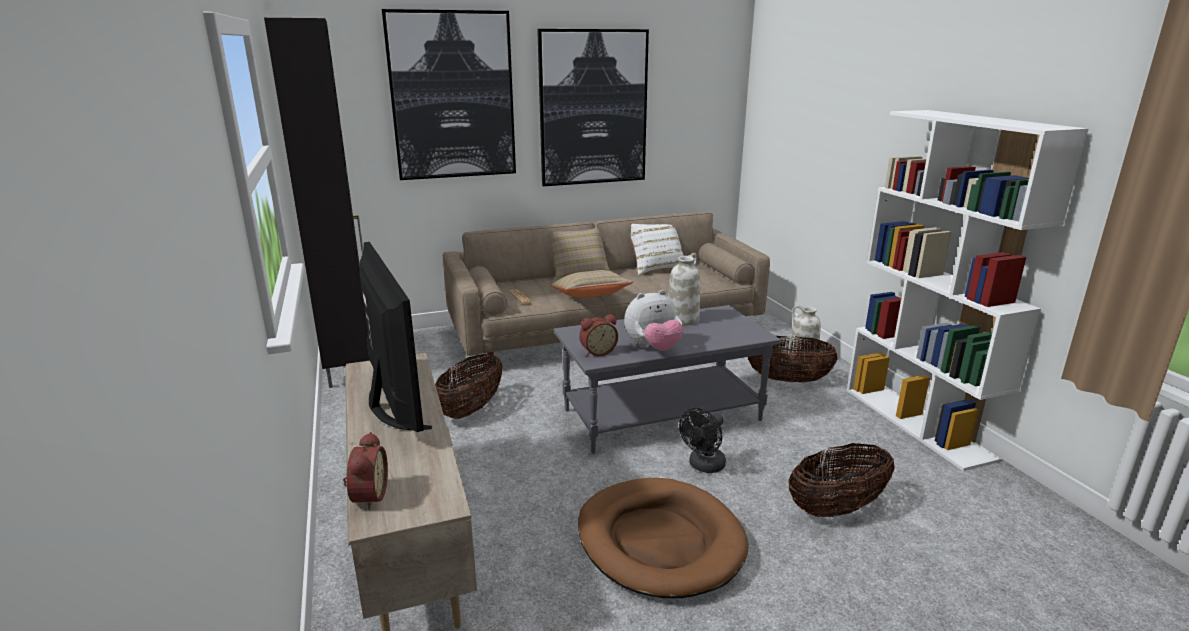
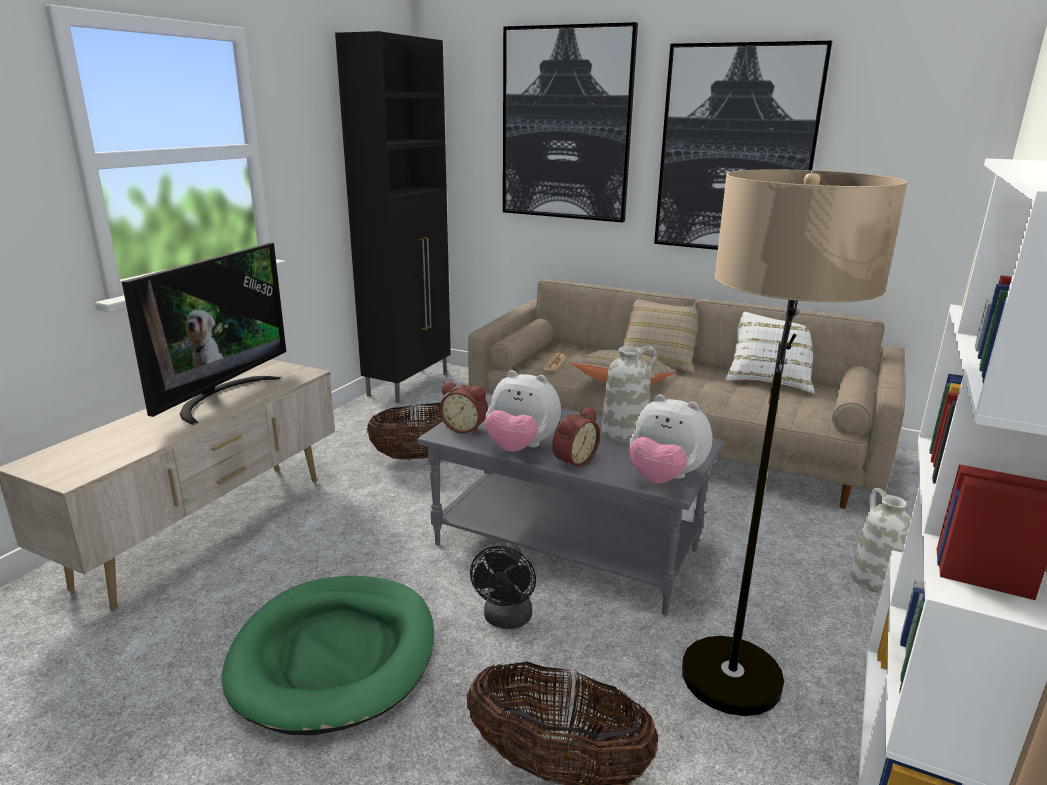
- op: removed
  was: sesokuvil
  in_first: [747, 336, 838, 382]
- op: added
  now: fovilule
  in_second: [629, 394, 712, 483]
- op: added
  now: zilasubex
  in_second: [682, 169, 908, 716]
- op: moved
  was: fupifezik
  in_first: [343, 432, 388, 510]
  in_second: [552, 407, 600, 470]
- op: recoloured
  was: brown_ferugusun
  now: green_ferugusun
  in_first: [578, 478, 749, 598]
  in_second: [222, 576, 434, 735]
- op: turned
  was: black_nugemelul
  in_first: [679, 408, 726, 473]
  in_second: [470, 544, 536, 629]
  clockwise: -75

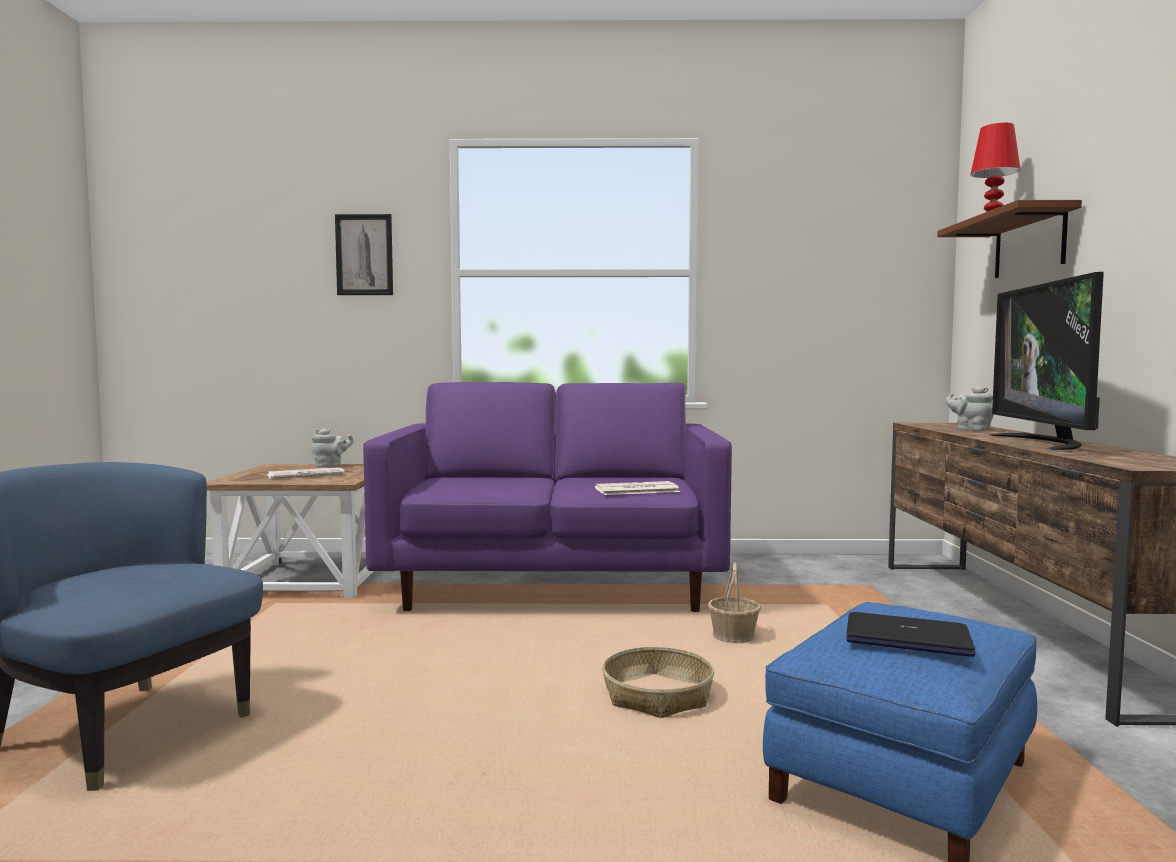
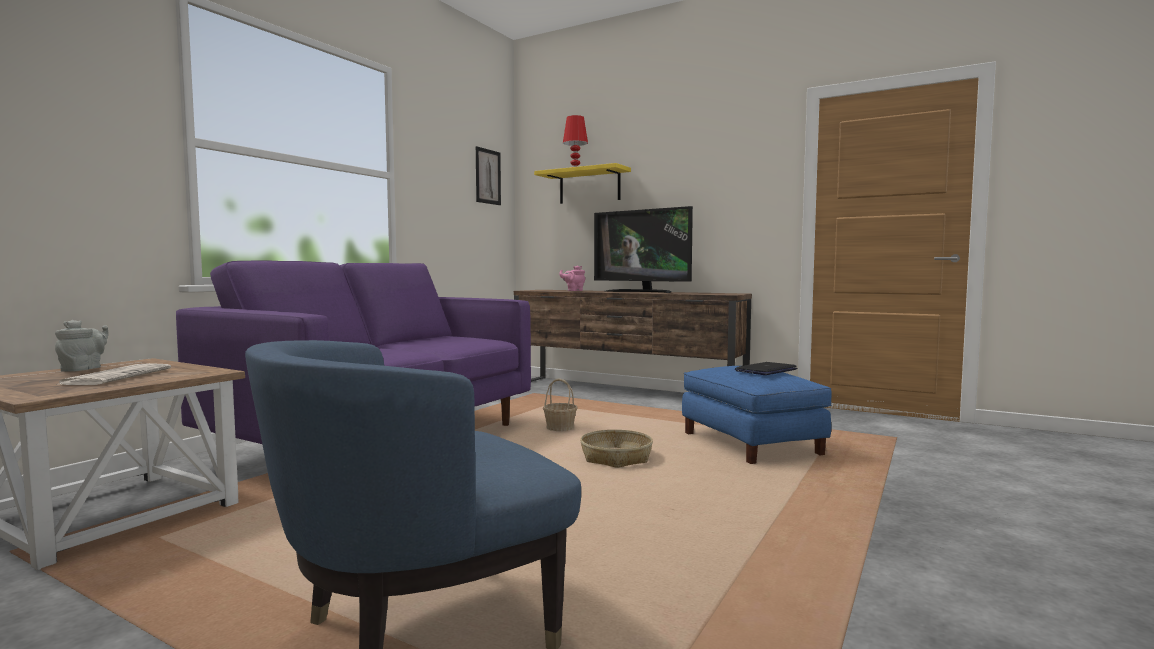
- op: removed
  was: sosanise
  in_first: [595, 481, 680, 495]
- op: moved
  was: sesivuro
  in_first: [335, 214, 393, 295]
  in_second: [476, 146, 501, 205]
- op: recoloured
  was: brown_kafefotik
  now: yellow_kafefotik
  in_first: [937, 200, 1082, 278]
  in_second: [534, 163, 631, 204]
- op: recoloured
  was: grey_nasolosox
  now: pink_nasolosox
  in_first: [945, 386, 994, 431]
  in_second: [559, 265, 585, 291]

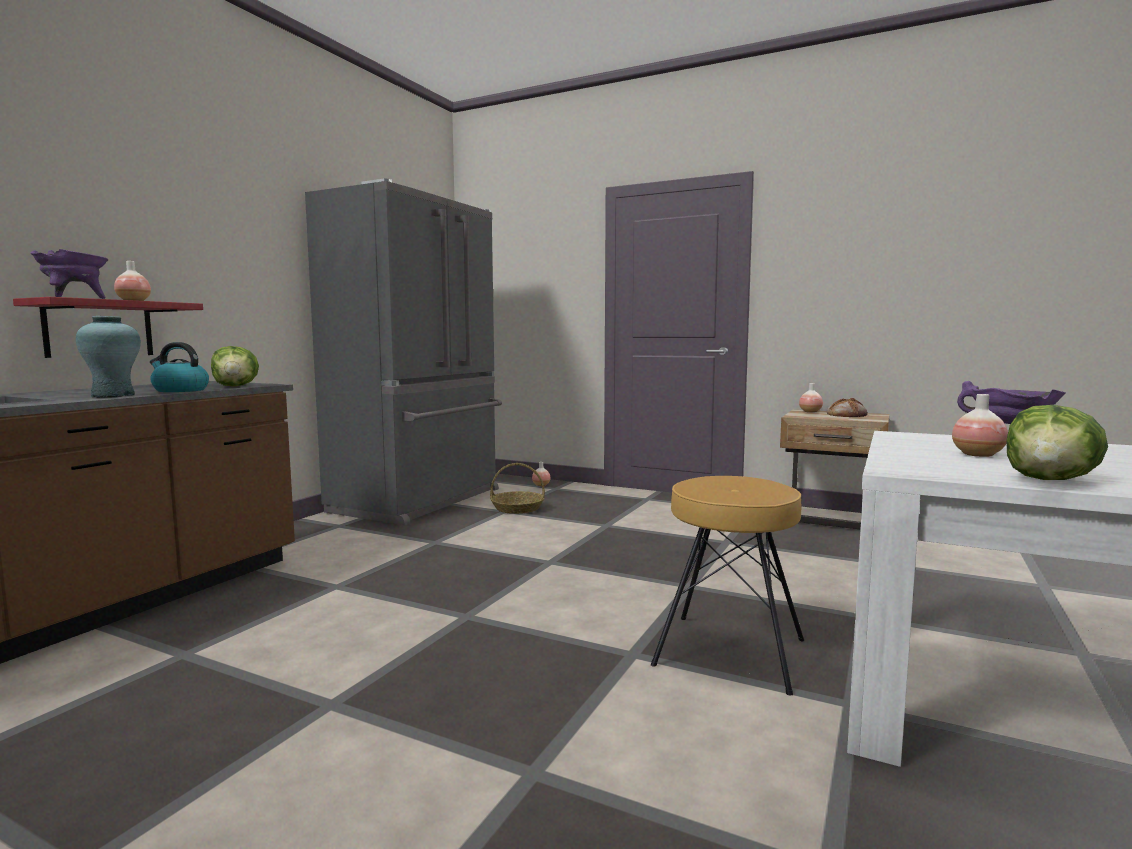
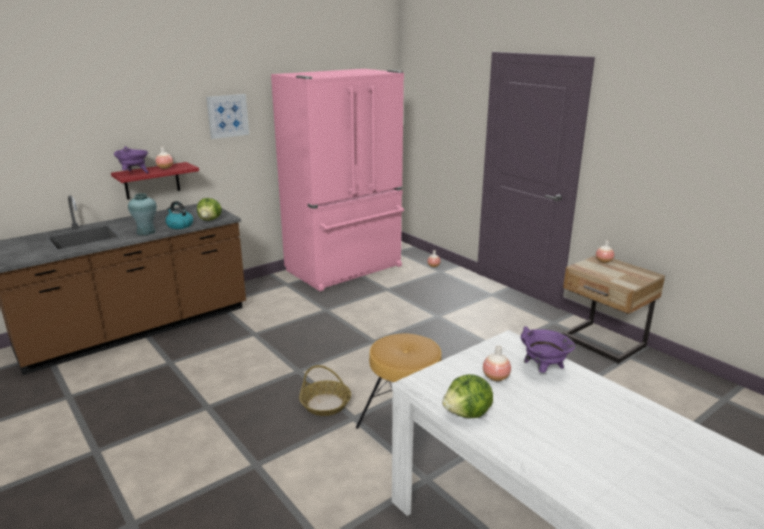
- op: removed
  was: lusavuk
  in_first: [827, 398, 868, 417]
- op: added
  now: sesivuro
  in_second: [206, 94, 249, 139]
- op: moved
  was: sesokuvil
  in_first: [490, 463, 545, 514]
  in_second: [299, 365, 351, 416]
- op: recoloured
  was: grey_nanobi
  now: pink_nanobi
  in_first: [305, 179, 502, 525]
  in_second: [271, 69, 404, 291]

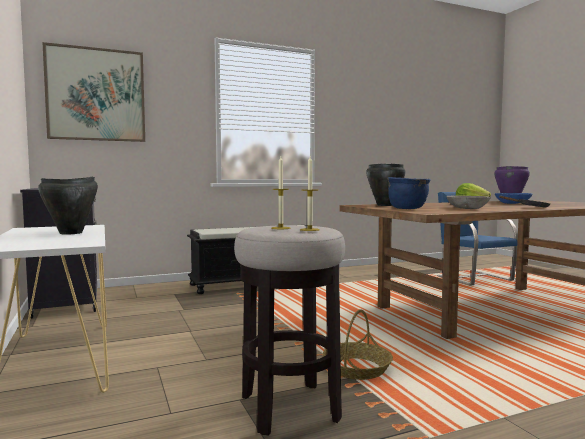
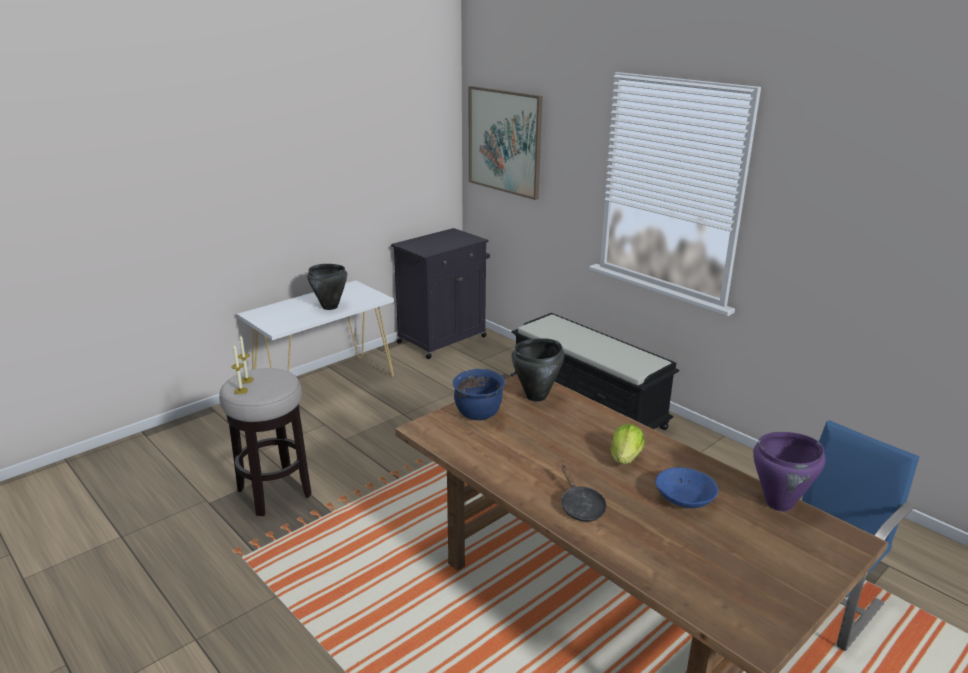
- op: removed
  was: sesokuvil
  in_first: [323, 309, 393, 380]
- op: removed
  was: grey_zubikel
  in_first: [446, 195, 491, 209]

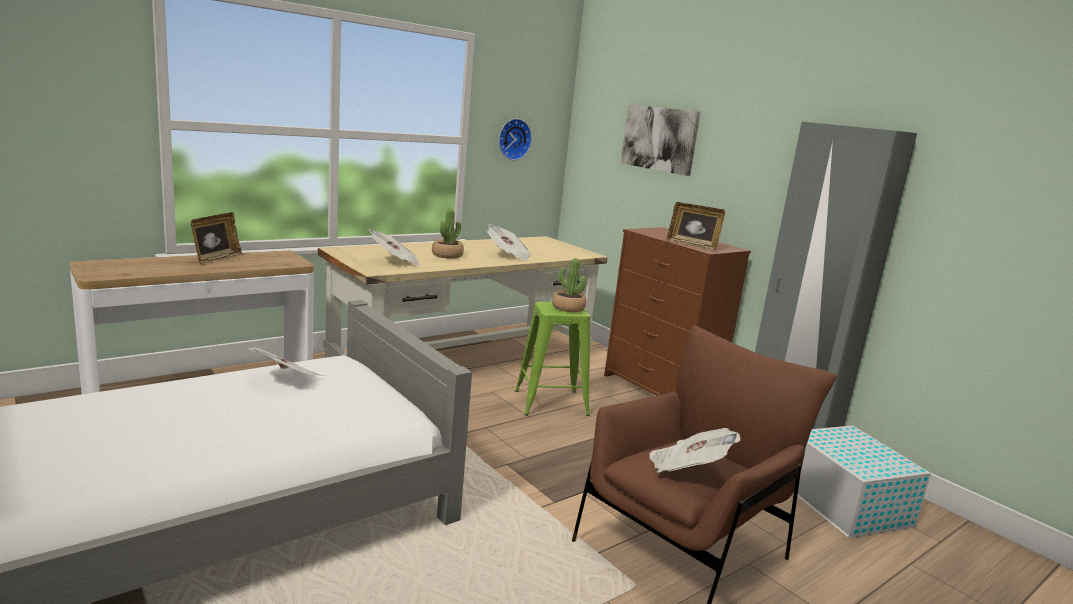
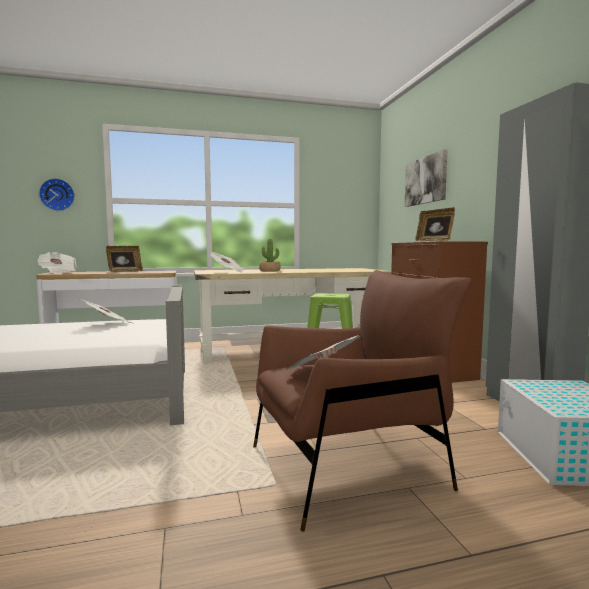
- op: removed
  was: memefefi
  in_first: [552, 258, 586, 312]
- op: moved
  was: sosanise
  in_first: [487, 225, 531, 261]
  in_second: [37, 252, 77, 274]
- op: moved
  was: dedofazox
  in_first: [499, 119, 532, 160]
  in_second: [39, 178, 75, 211]

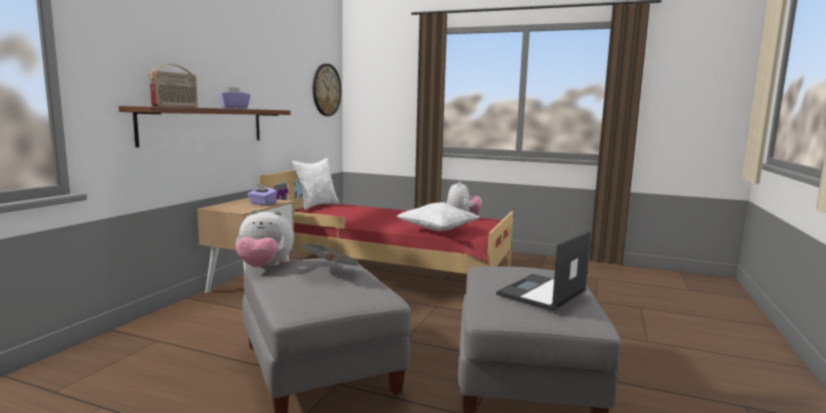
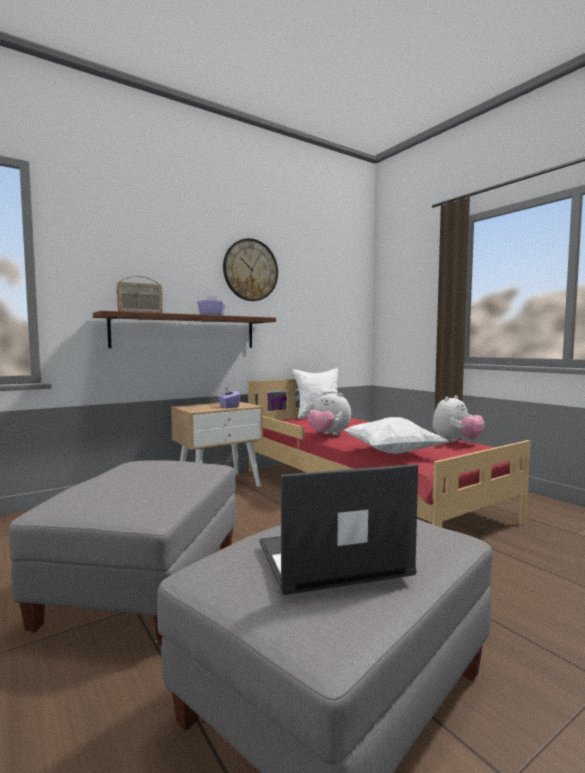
- op: removed
  was: sosanise
  in_first: [298, 244, 360, 266]
- op: moved
  was: fovilule
  in_first: [236, 209, 294, 267]
  in_second: [307, 392, 351, 435]
- op: moved
  was: dedofazox
  in_first: [313, 64, 342, 116]
  in_second: [223, 238, 278, 301]

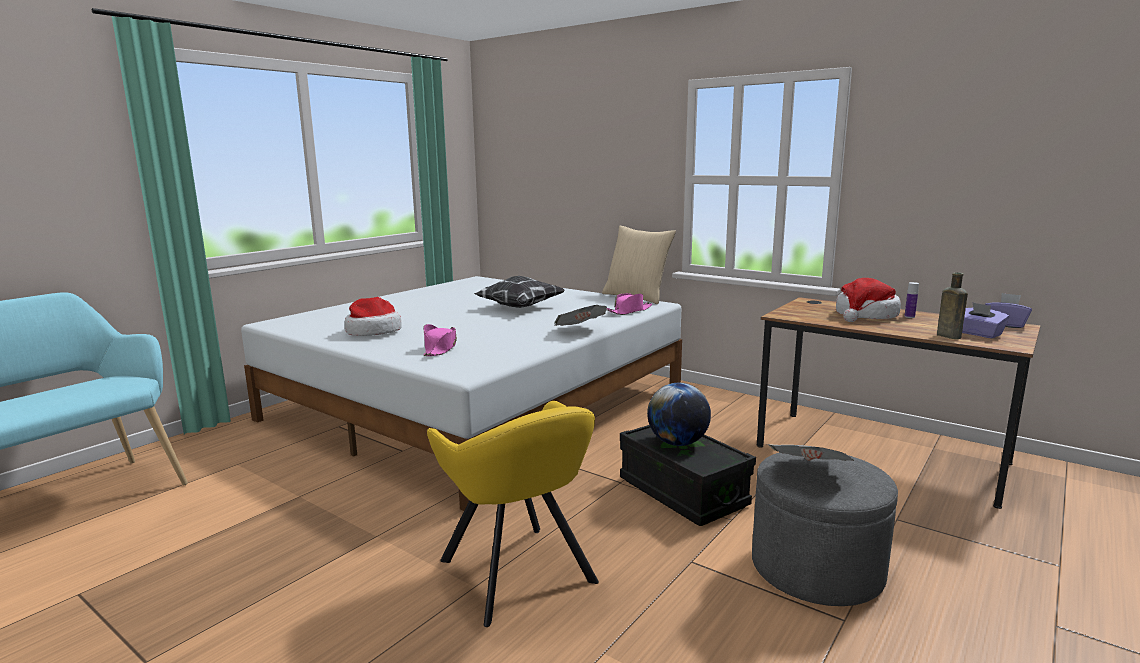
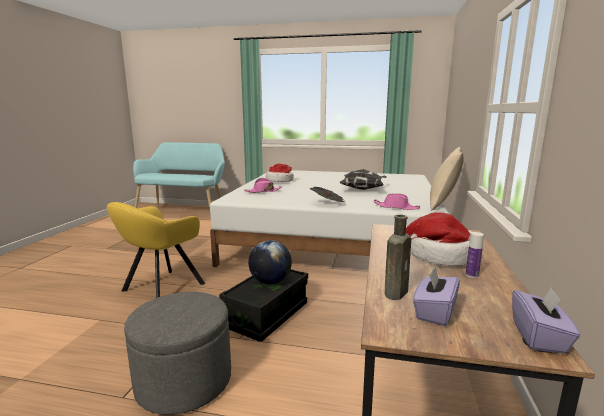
- op: removed
  was: sosanise
  in_first: [767, 444, 853, 461]

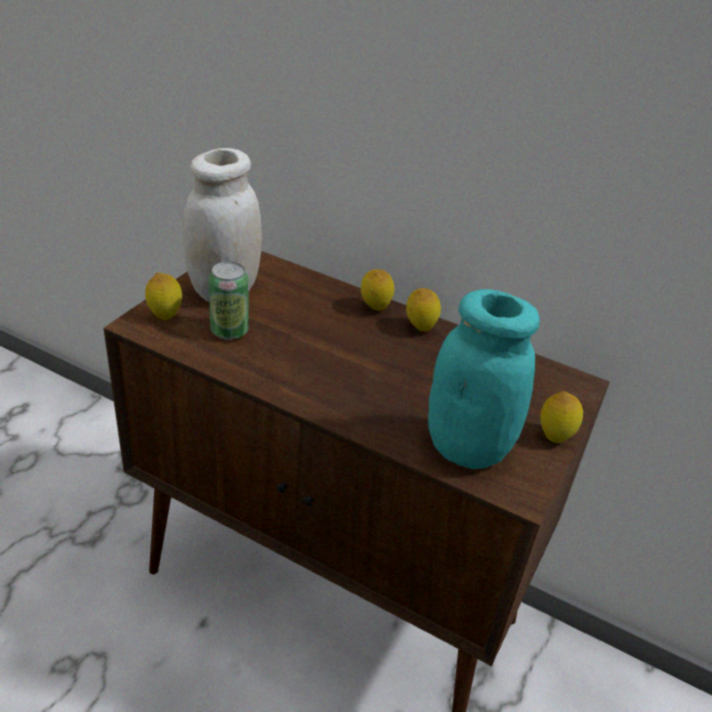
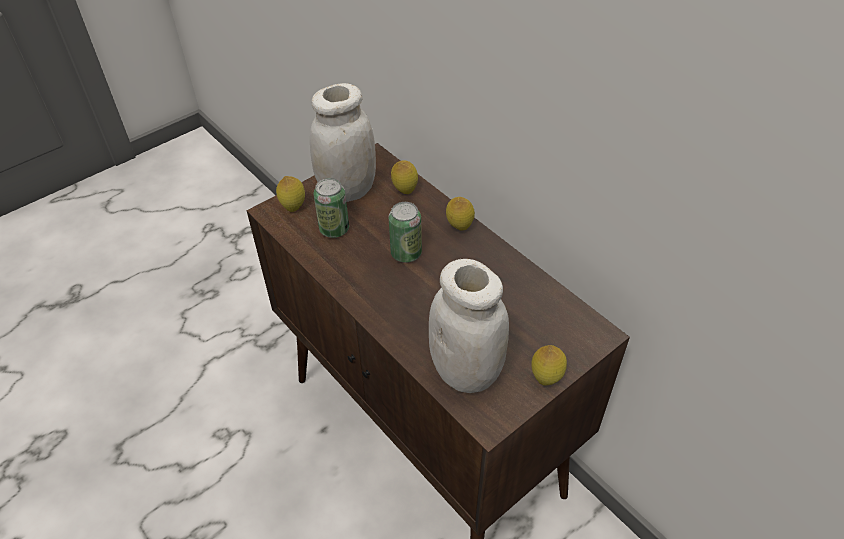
- op: added
  now: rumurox
  in_second: [389, 202, 422, 263]
- op: moved
  was: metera
  in_first: [406, 288, 441, 332]
  in_second: [391, 160, 418, 194]
- op: recoloured
  was: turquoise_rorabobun
  now: white_rorabobun
  in_first: [428, 289, 540, 469]
  in_second: [429, 259, 509, 393]

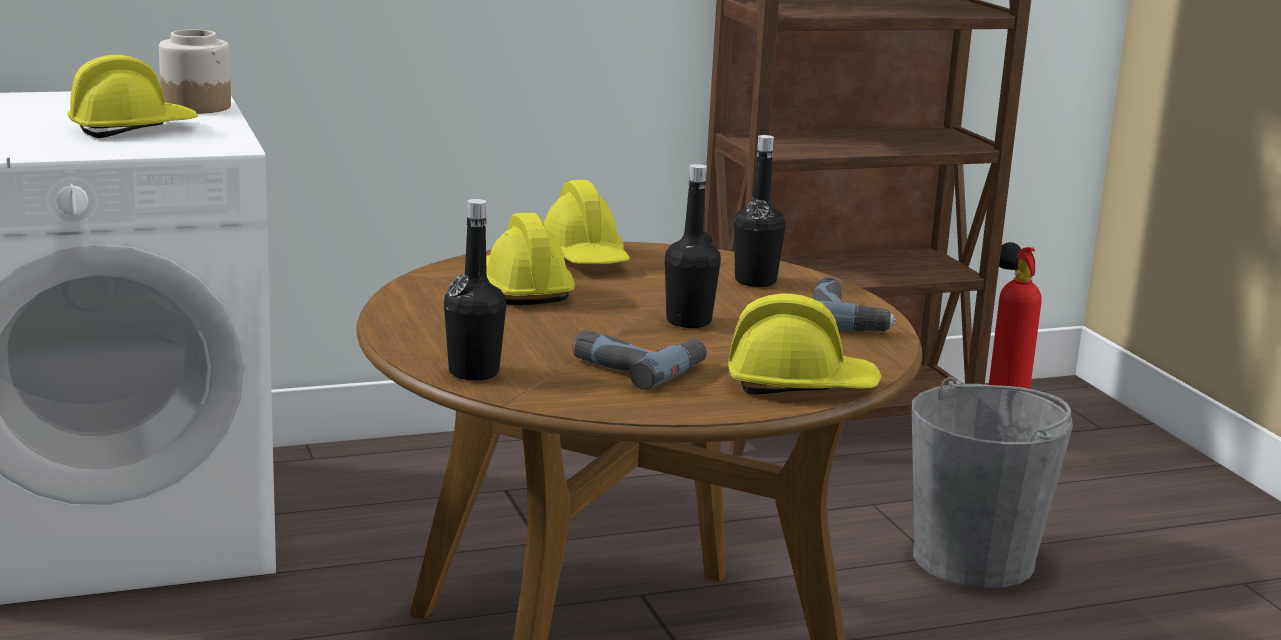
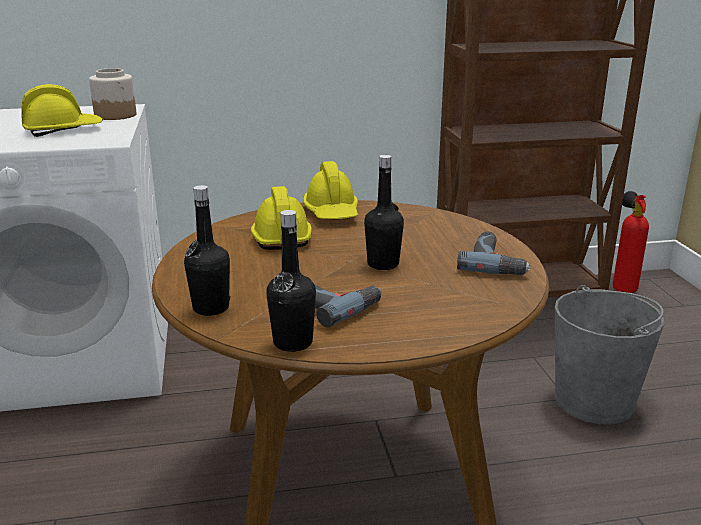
- op: removed
  was: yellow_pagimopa
  in_first: [728, 294, 882, 395]
- op: moved
  was: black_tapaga
  in_first: [734, 135, 786, 287]
  in_second: [266, 210, 316, 352]

